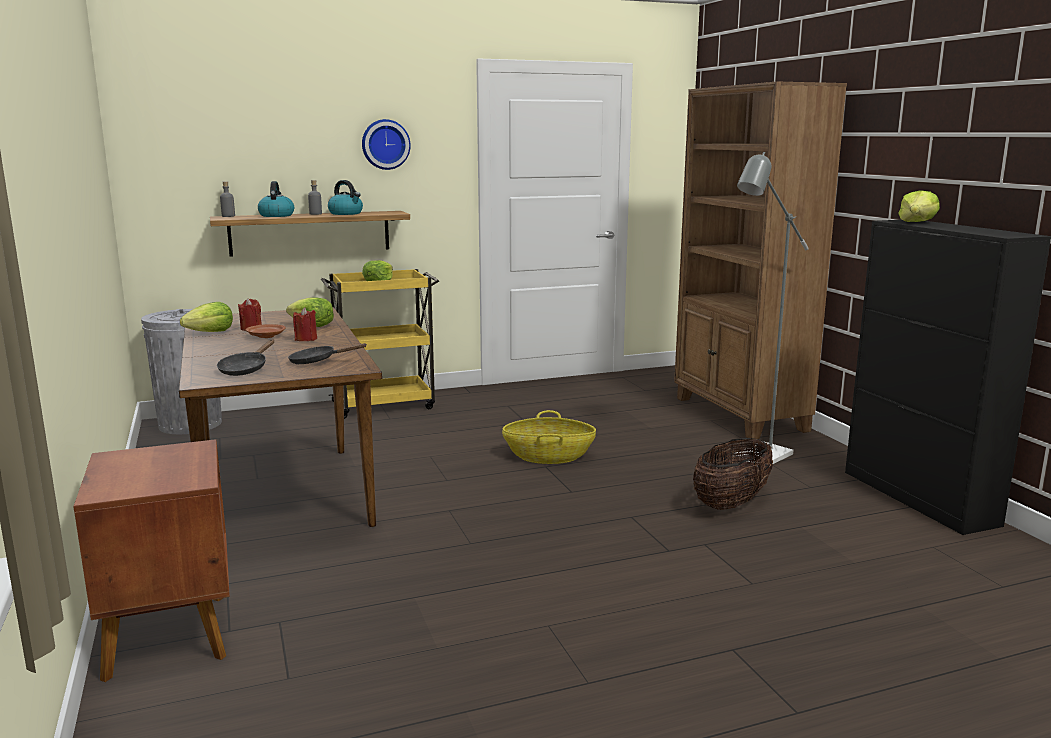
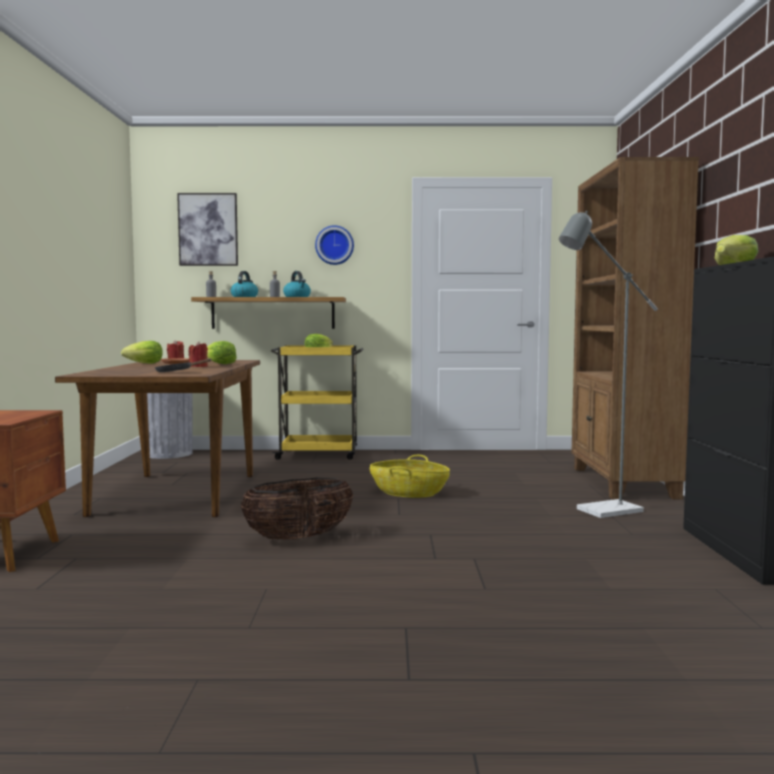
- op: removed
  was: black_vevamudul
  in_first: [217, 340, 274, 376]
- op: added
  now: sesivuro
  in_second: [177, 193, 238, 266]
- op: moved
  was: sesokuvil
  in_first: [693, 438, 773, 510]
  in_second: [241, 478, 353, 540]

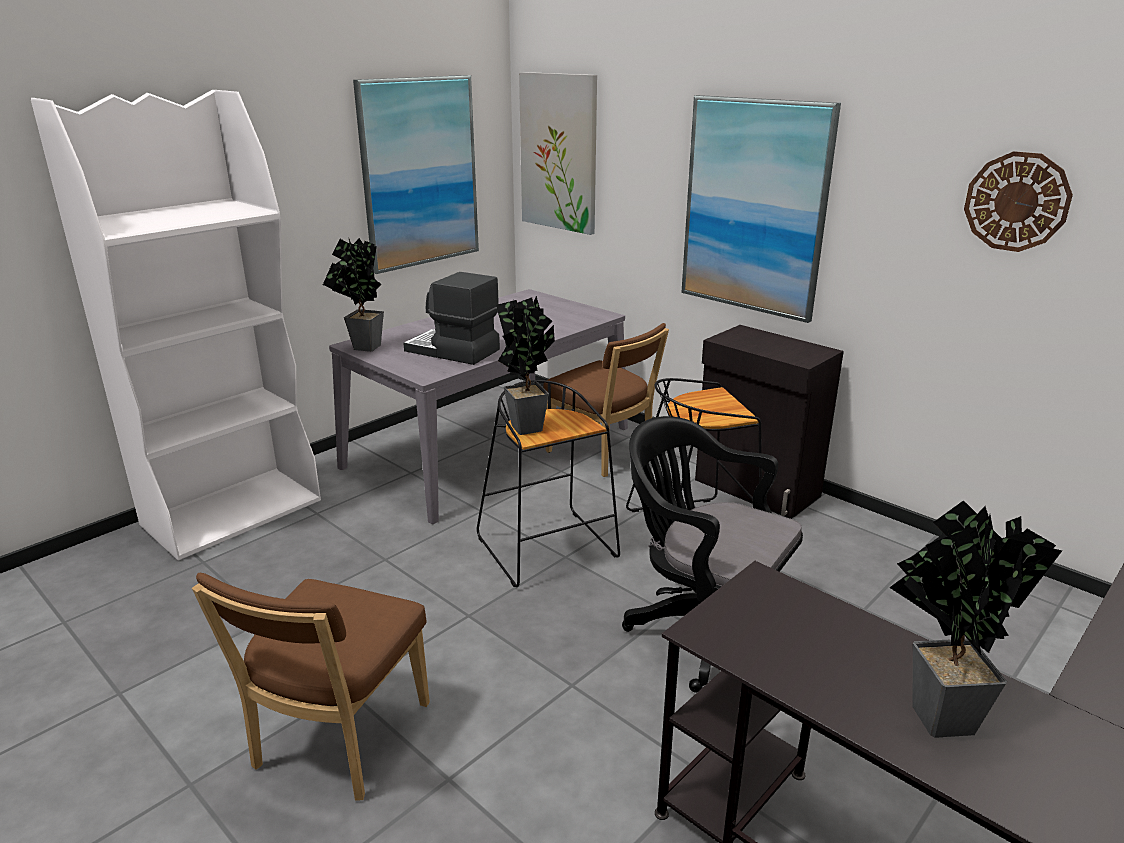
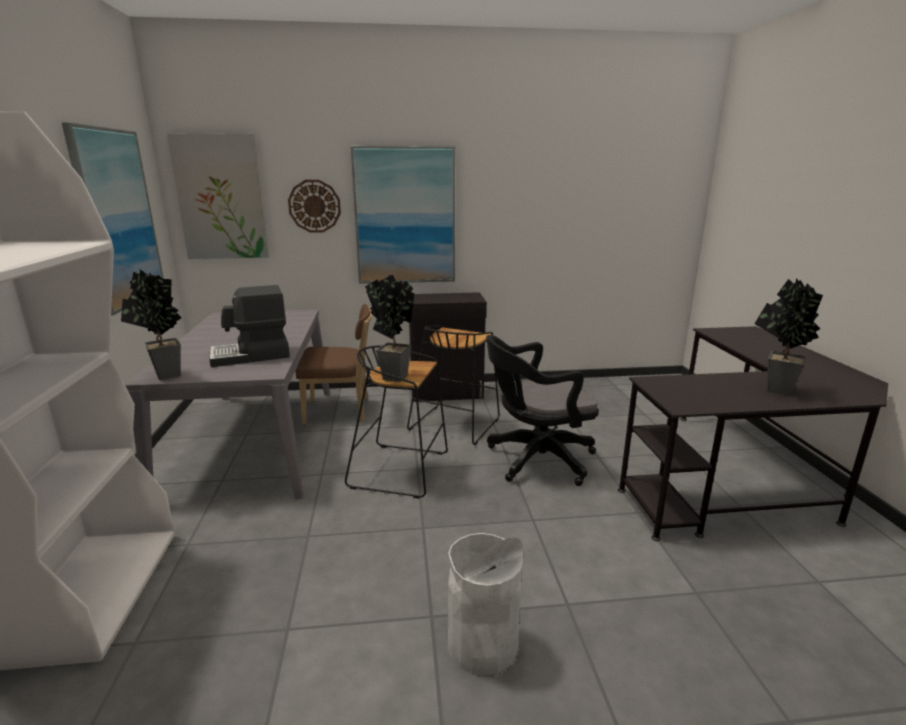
- op: moved
  was: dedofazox
  in_first: [964, 151, 1073, 252]
  in_second: [288, 180, 341, 233]
- op: replaced
  was: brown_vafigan
  now: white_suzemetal
  in_first: [192, 573, 430, 800]
  in_second: [448, 533, 523, 675]

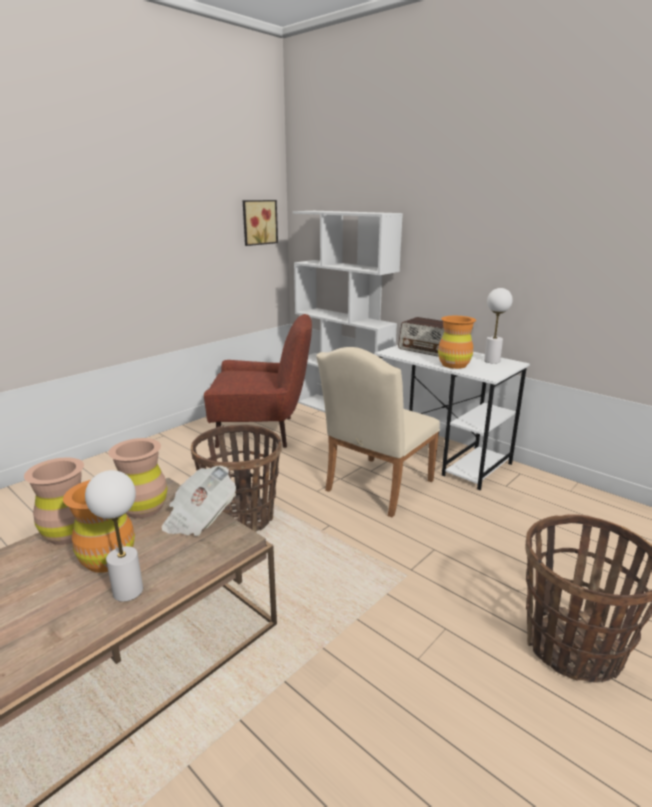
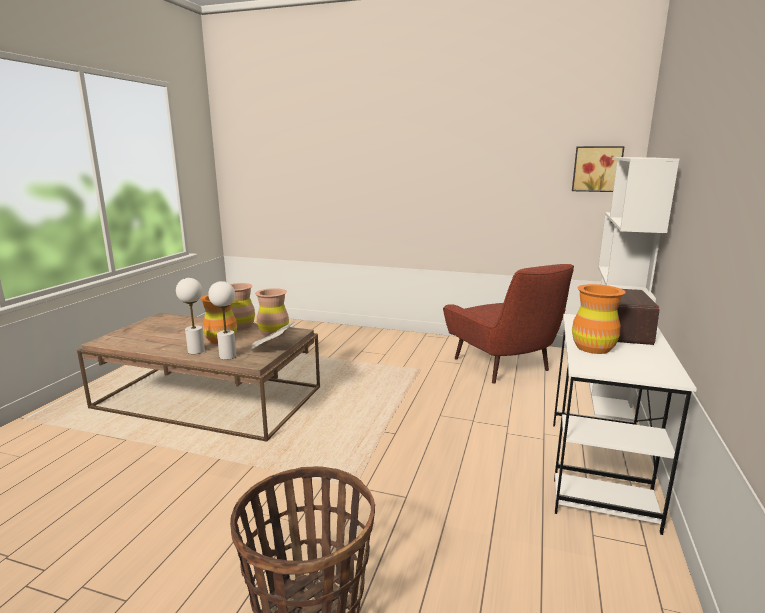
- op: removed
  was: sesokuvil
  in_first: [191, 425, 282, 532]
- op: removed
  was: beige_vafigan
  in_first: [316, 347, 440, 517]
- op: moved
  was: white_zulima
  in_first: [484, 288, 512, 364]
  in_second: [208, 281, 236, 360]

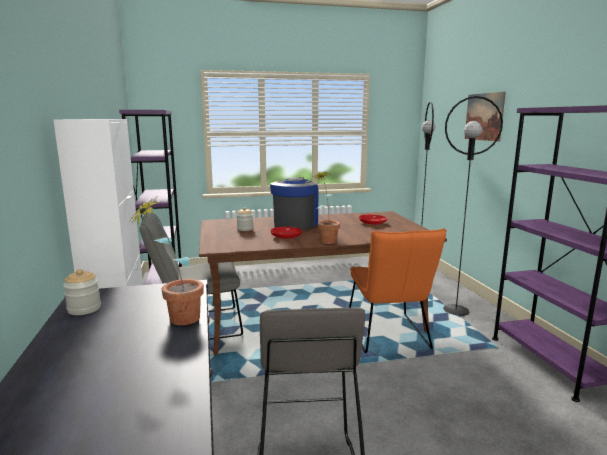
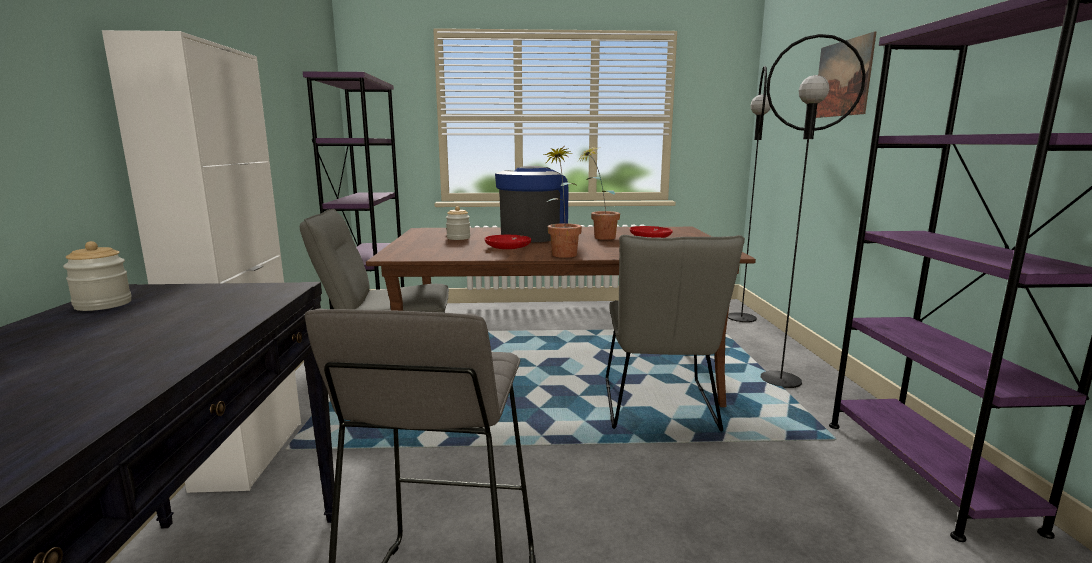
- op: moved
  was: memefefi
  in_first: [128, 199, 204, 325]
  in_second: [577, 145, 620, 240]
- op: recoloured
  was: orange_vafigan
  now: grey_vafigan
  in_first: [349, 228, 446, 353]
  in_second: [606, 235, 745, 432]

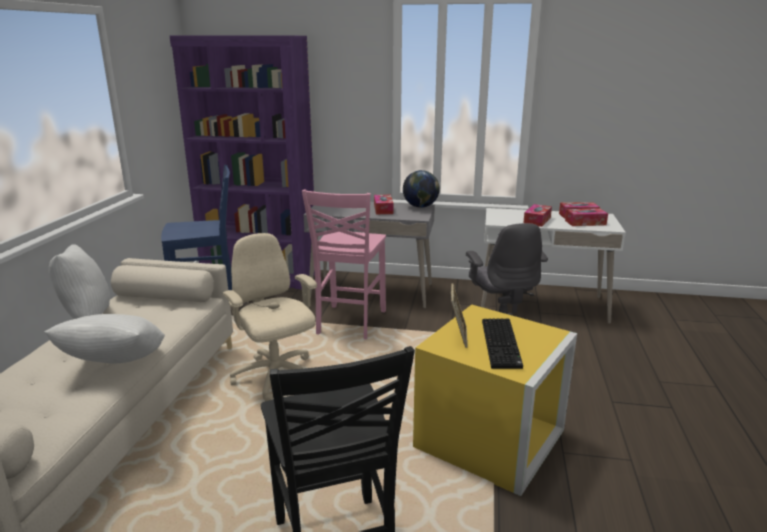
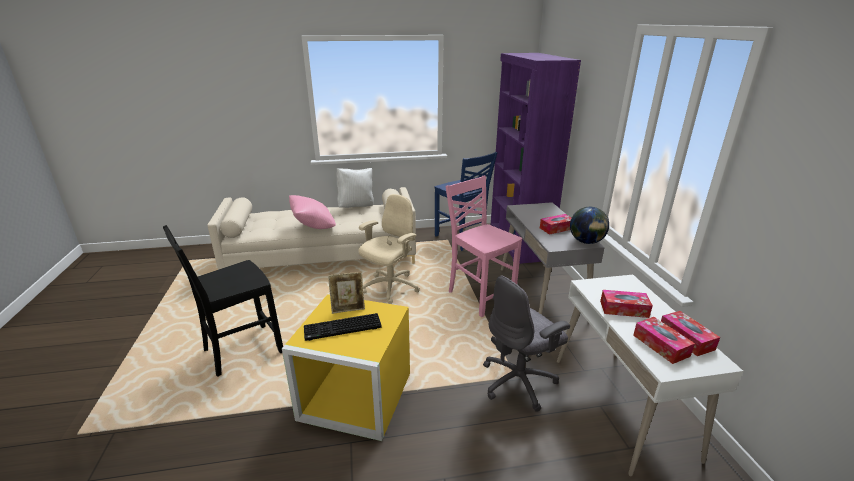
- op: recoloured
  was: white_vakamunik
  now: pink_vakamunik
  in_first: [44, 314, 165, 364]
  in_second: [289, 195, 336, 229]
- op: turned
  was: pink_vafigan
  in_first: [302, 190, 386, 339]
  in_second: [445, 176, 522, 317]
  clockwise: 60

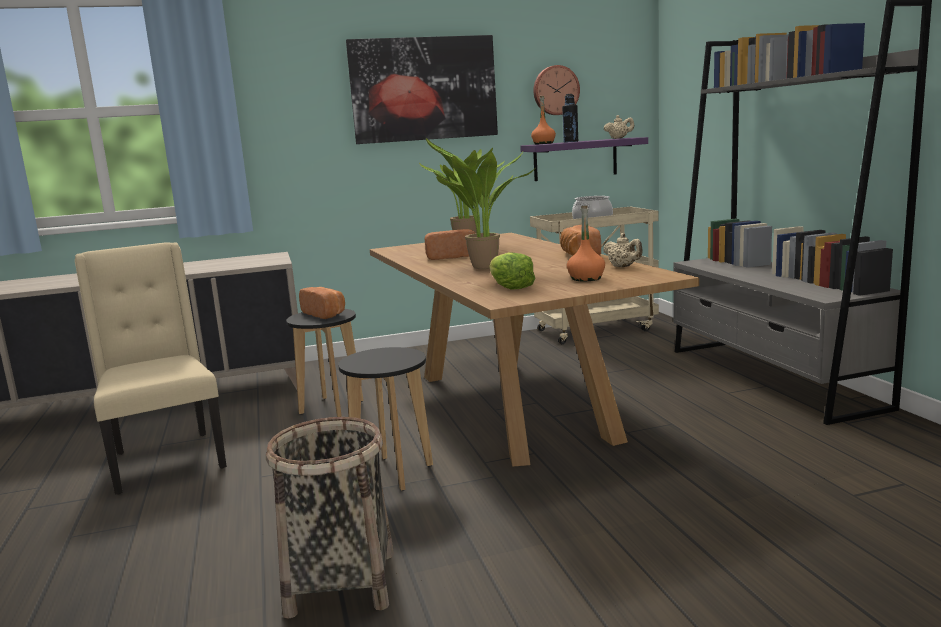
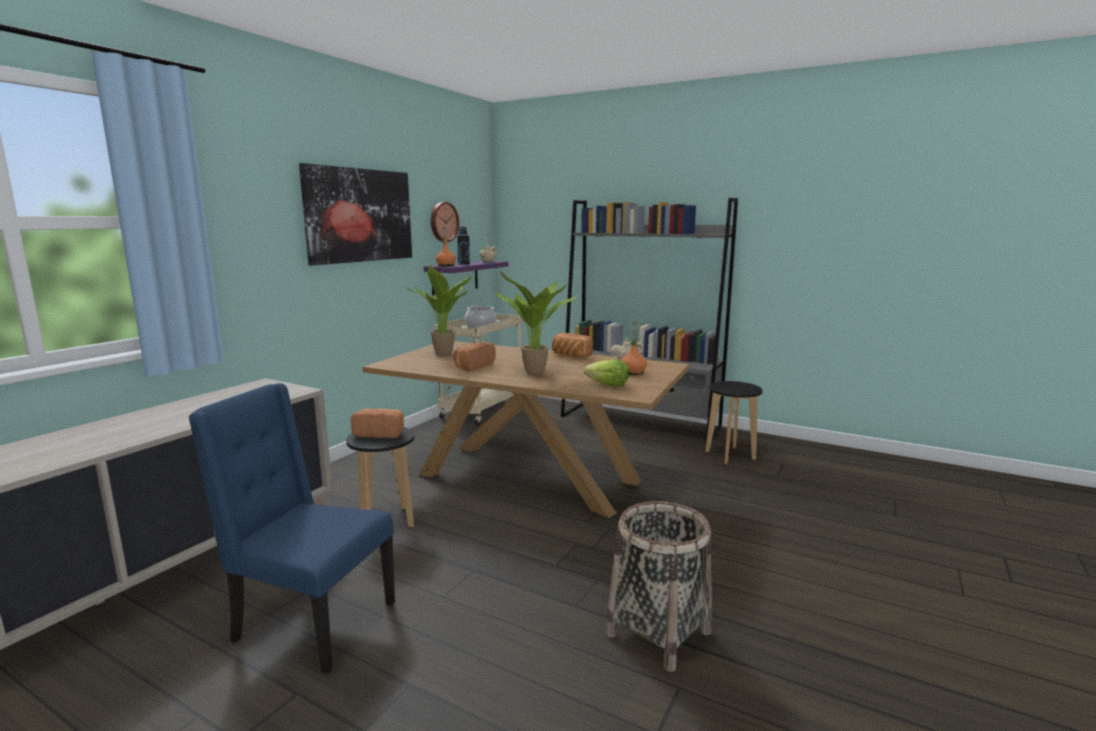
- op: moved
  was: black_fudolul
  in_first: [338, 347, 433, 491]
  in_second: [705, 381, 763, 464]
- op: recoloured
  was: beige_vafigan
  now: blue_vafigan
  in_first: [75, 242, 227, 495]
  in_second: [189, 383, 395, 674]

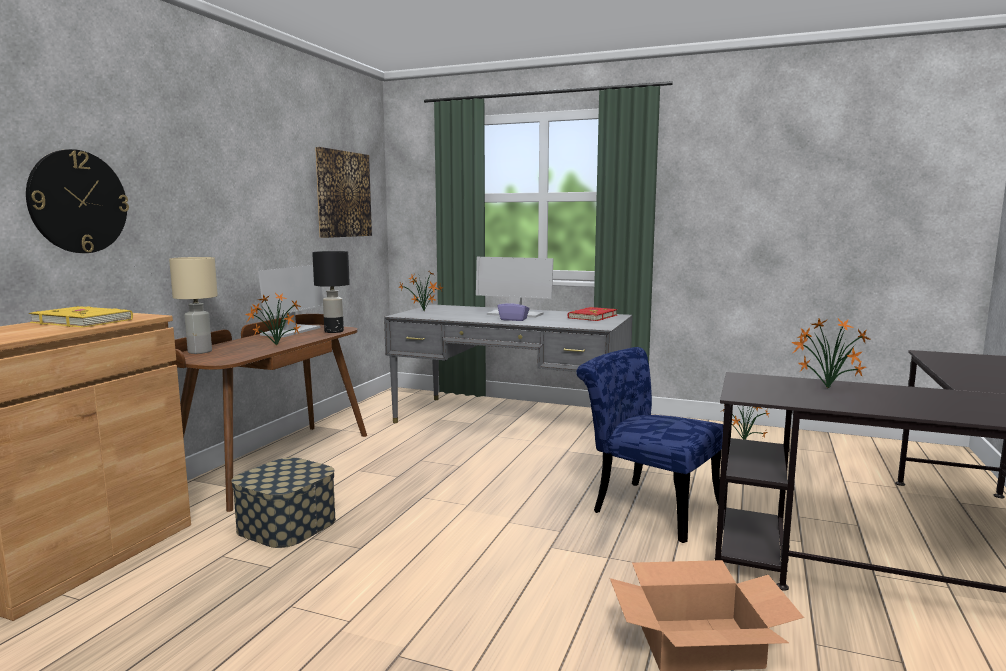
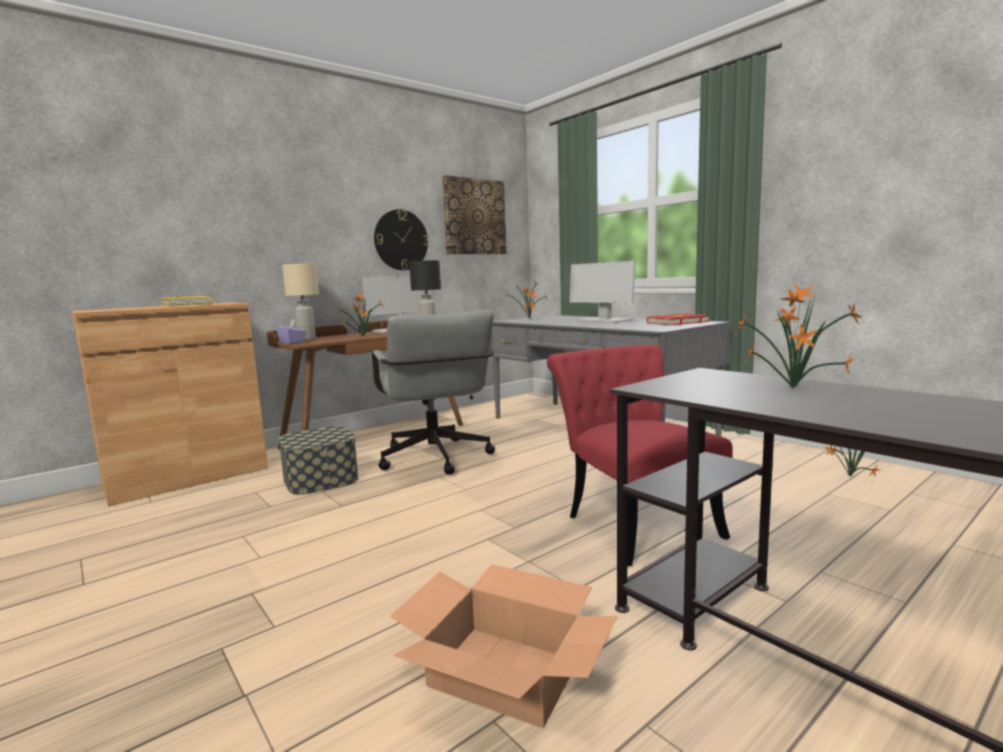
- op: added
  now: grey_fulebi
  in_second: [372, 310, 495, 474]
- op: moved
  was: dedofazox
  in_first: [26, 149, 129, 253]
  in_second: [374, 209, 429, 270]
- op: moved
  was: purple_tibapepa
  in_first: [498, 297, 530, 321]
  in_second: [276, 319, 306, 345]
- op: recoloured
  was: blue_vafigan
  now: red_vafigan
  in_first: [576, 347, 723, 543]
  in_second: [547, 344, 733, 567]

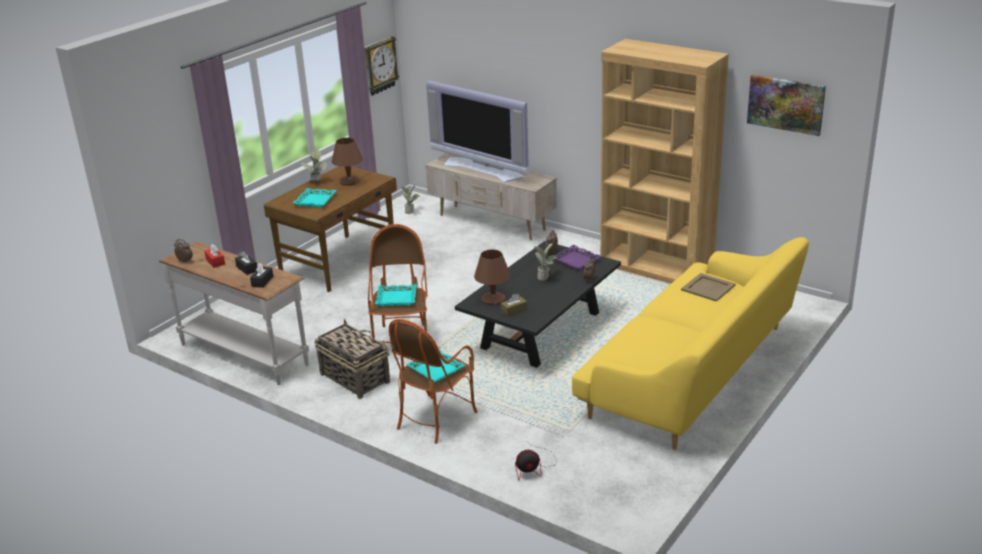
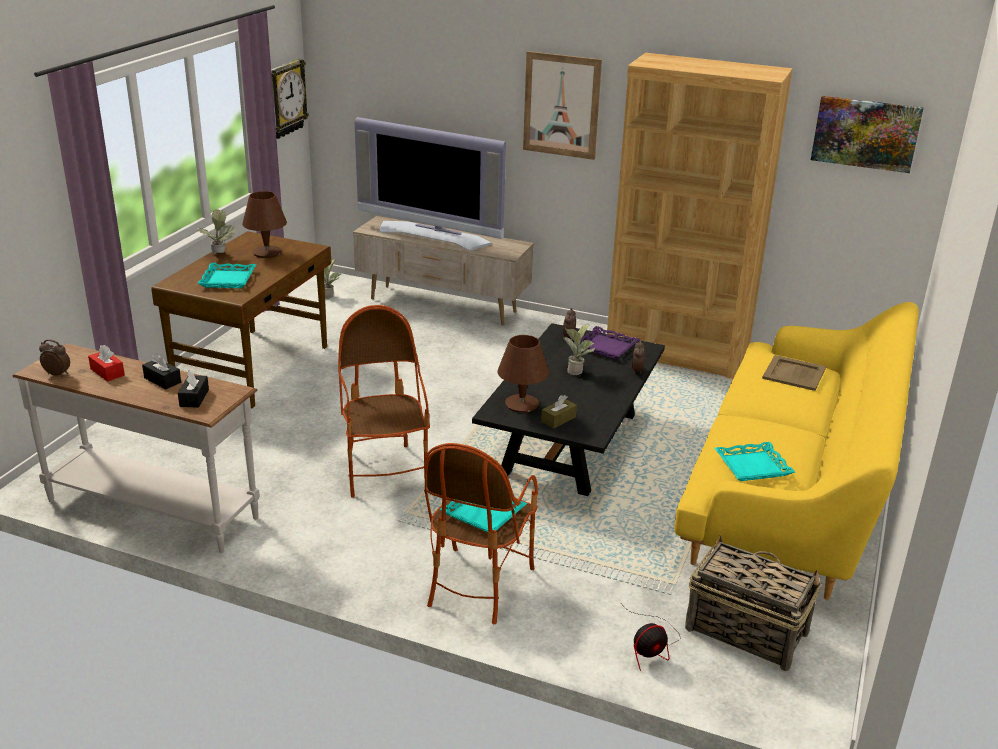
- op: added
  now: sesivuro
  in_second: [523, 51, 602, 160]
- op: moved
  was: sesokuvil
  in_first: [314, 319, 390, 399]
  in_second: [685, 535, 822, 671]
- op: moved
  was: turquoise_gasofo
  in_first: [375, 284, 417, 306]
  in_second: [715, 442, 795, 481]

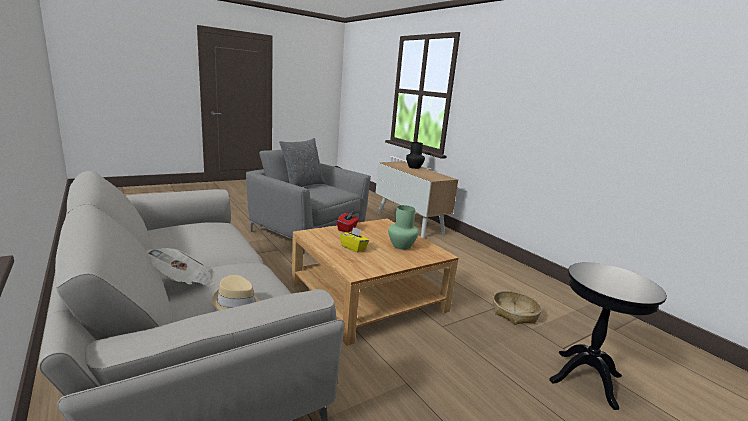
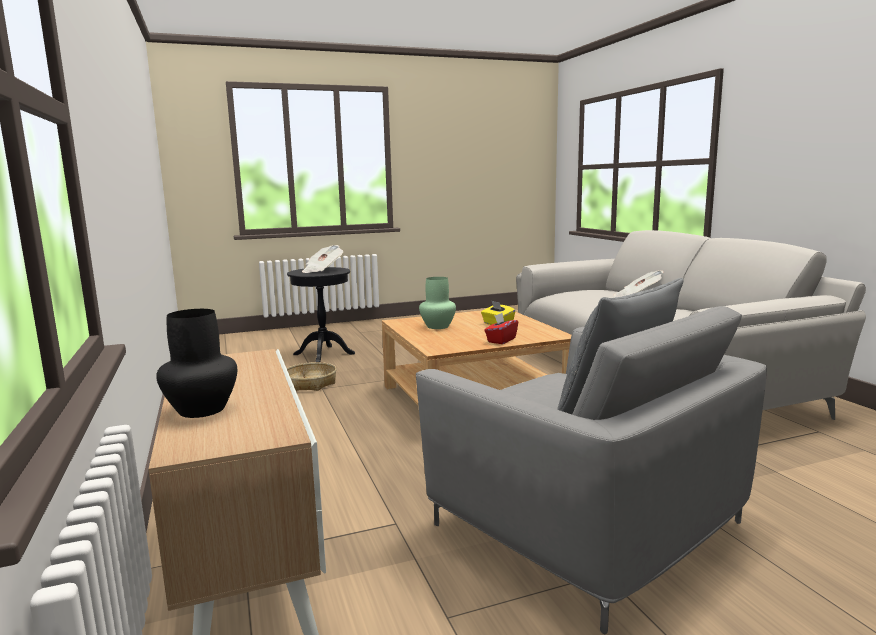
- op: removed
  was: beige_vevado
  in_first: [212, 275, 260, 311]
- op: added
  now: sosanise
  in_second: [302, 245, 343, 273]

